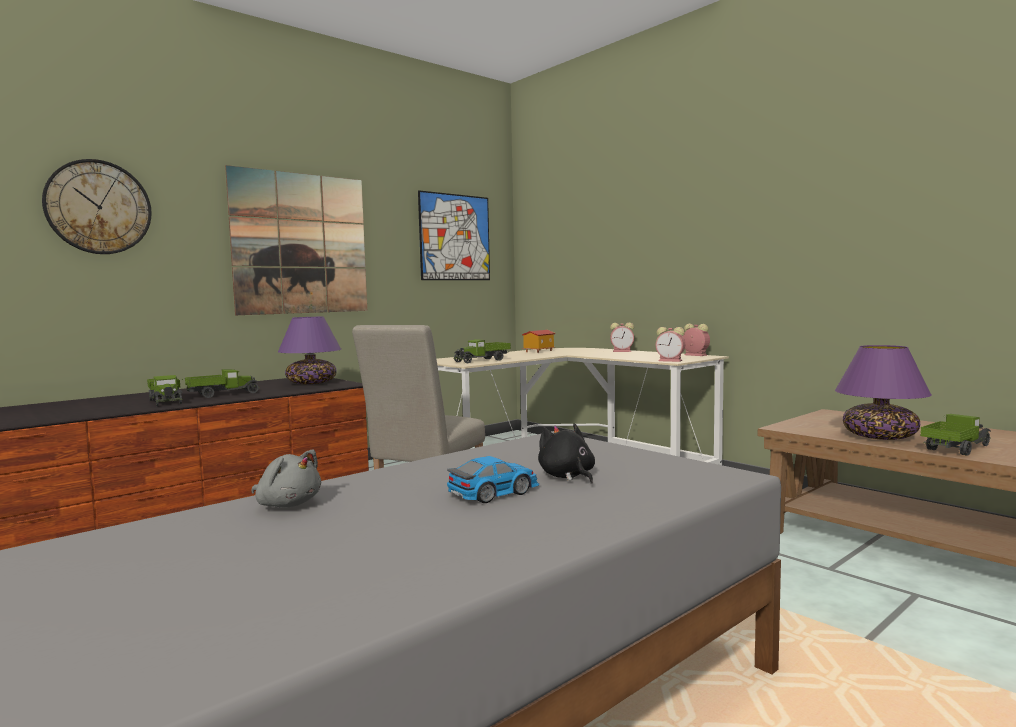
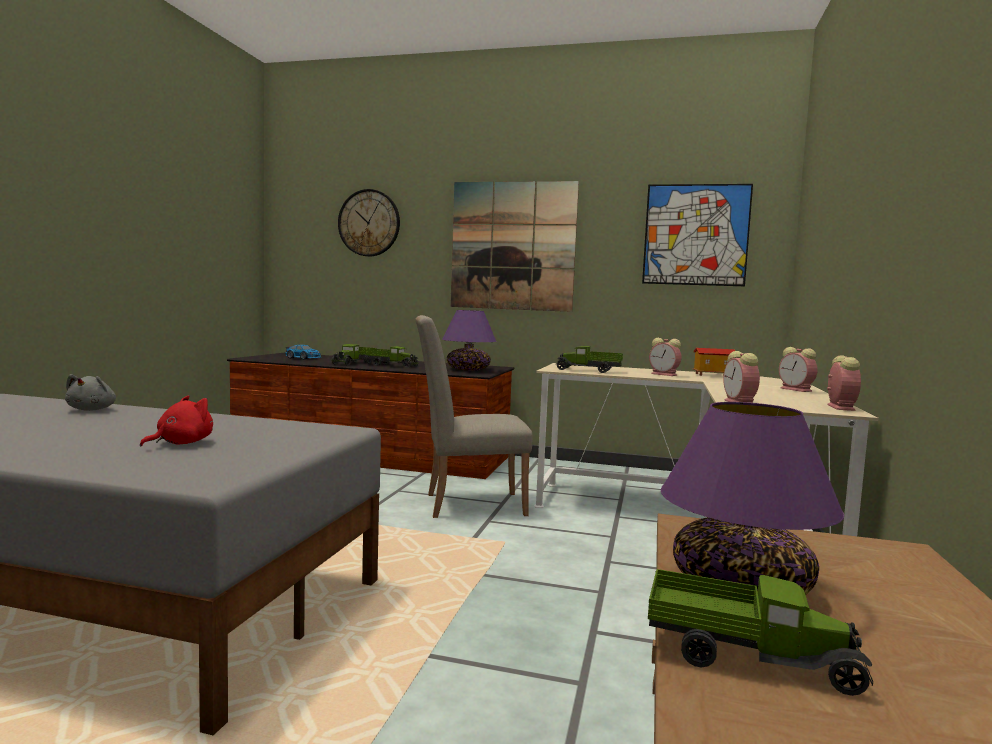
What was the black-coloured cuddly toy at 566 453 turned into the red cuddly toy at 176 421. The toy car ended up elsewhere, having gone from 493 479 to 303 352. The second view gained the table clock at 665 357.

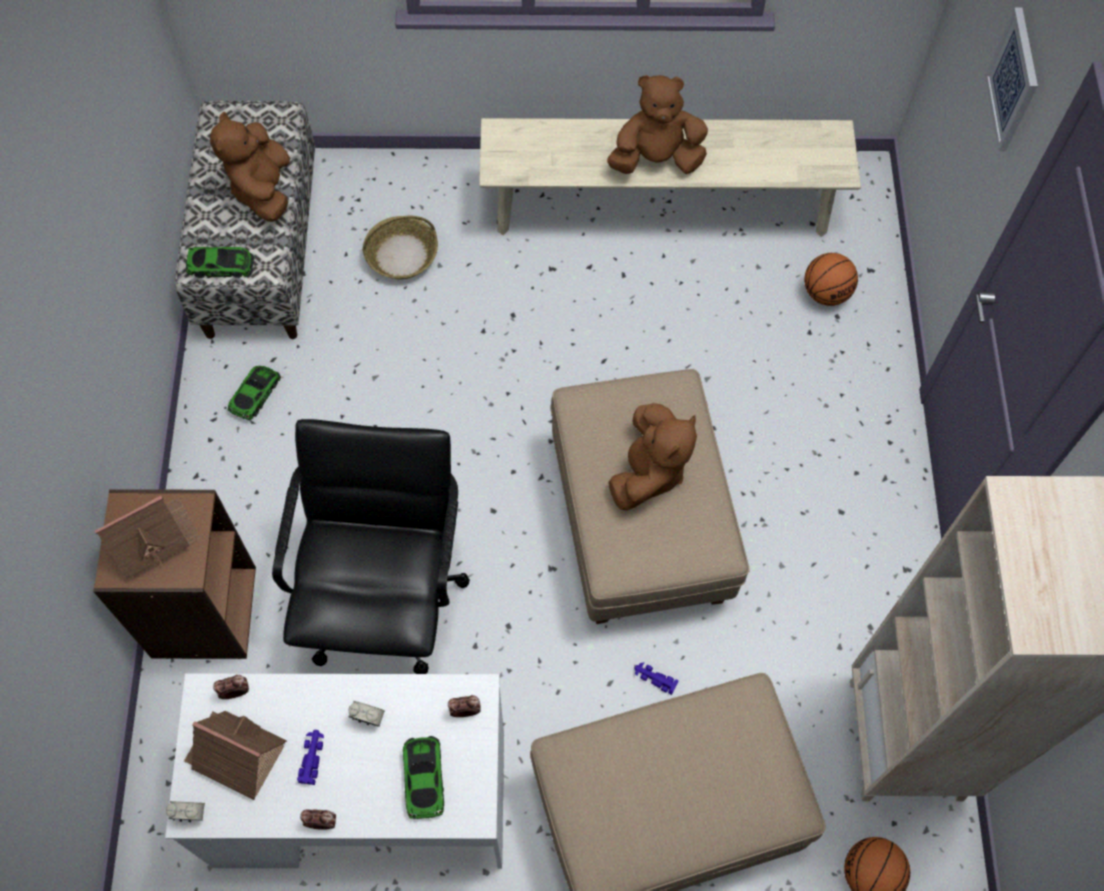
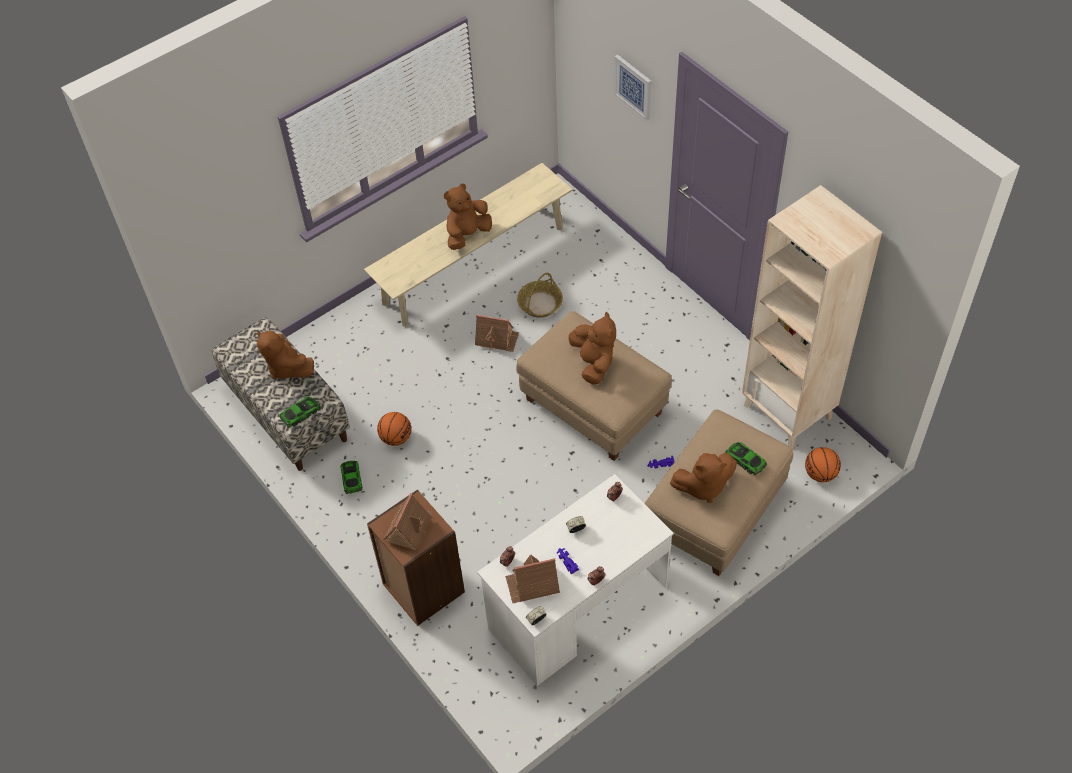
The basket ended up elsewhere, having gone from 400 247 to 540 295. The basketball ball ended up elsewhere, having gone from 831 279 to 394 429. The second view lost the black-coloured computer chair at 371 546. The toy car ended up elsewhere, having gone from 423 777 to 746 458. The second view gained the model house at 497 333. The second view gained the brown cuddly toy at 703 478.

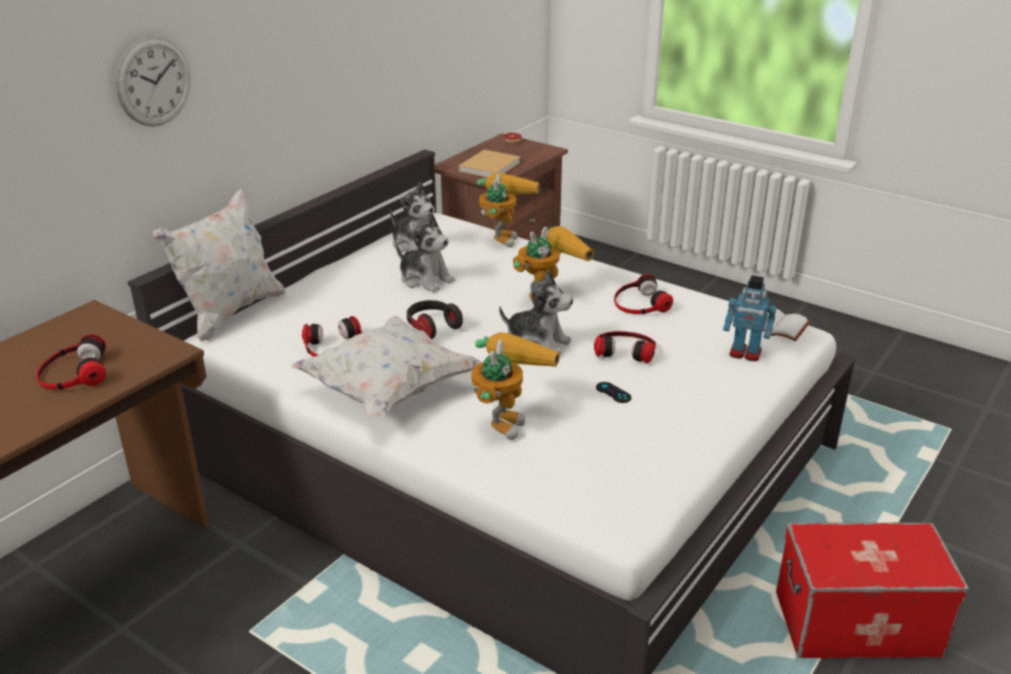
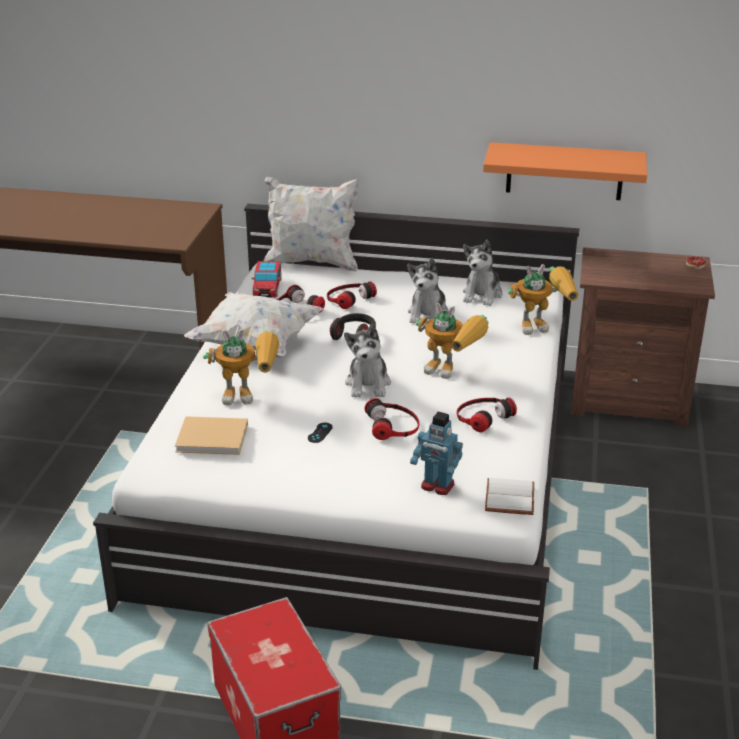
The second view lost the hanging clock at 153 82. The sand-coloured book ended up elsewhere, having gone from 489 163 to 211 435. The robot figure at 750 318 ended up facing another way, 60 degrees counterclockwise from before. The headset ended up elsewhere, having gone from 71 362 to 352 295. The second view gained the orange-coloured shelf at 565 171. The second view gained the toy car at 267 279.

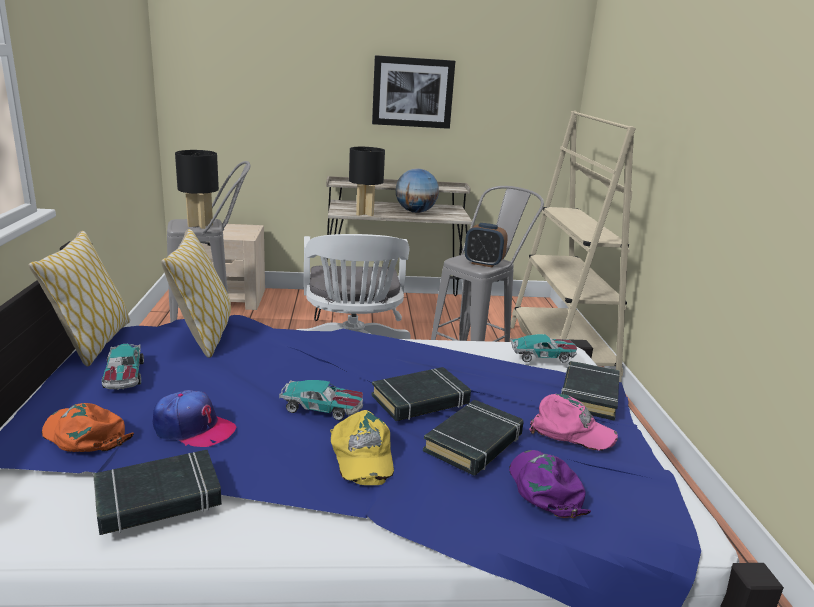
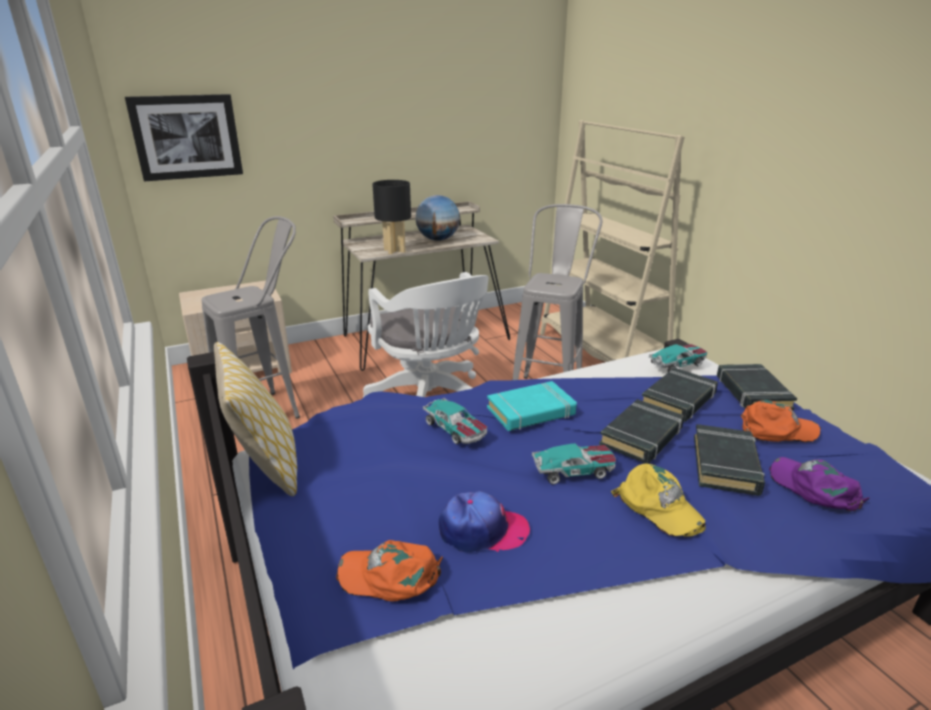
The wall picture ended up elsewhere, having gone from 413 92 to 184 137. The second view lost the black-coloured table lamp at 197 189. The second view lost the table clock at 486 245. The second view lost the pillow at 196 293. The toy car ended up elsewhere, having gone from 123 367 to 455 421. What was the pink cap at 573 422 turned into the orange-coloured cap at 781 421. The black-coloured book ended up elsewhere, having gone from 157 492 to 680 395. The second view gained the turquoise-coloured book at 532 406.

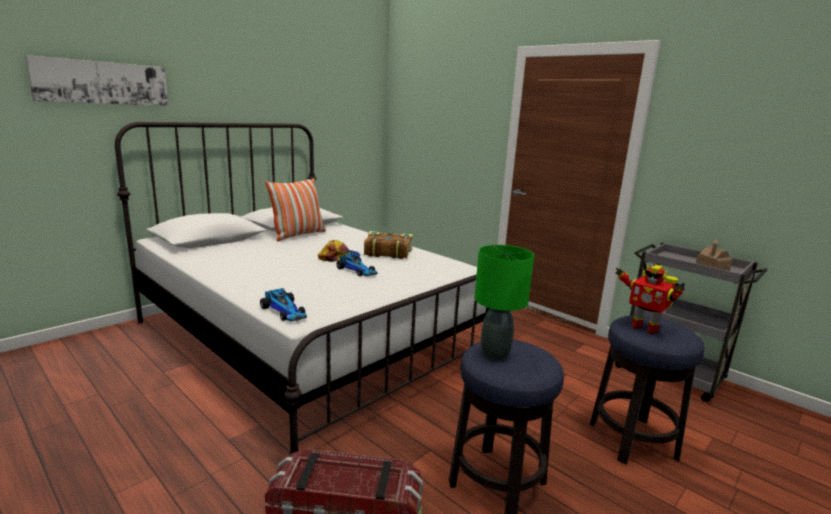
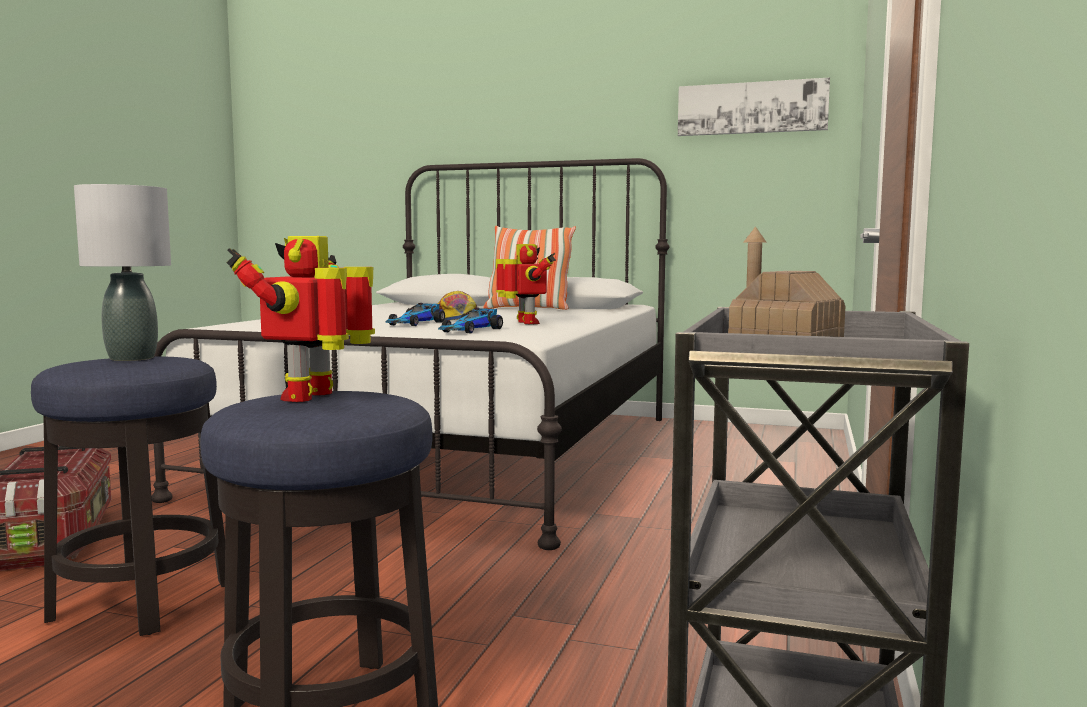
The wall picture ended up elsewhere, having gone from 96 80 to 754 106. Where the book stood at 388 245, the robot figure came to stand at 526 284. What was the greenish table lamp at 504 303 turned into the grey table lamp at 122 272. The toy car ended up elsewhere, having gone from 283 305 to 470 320.

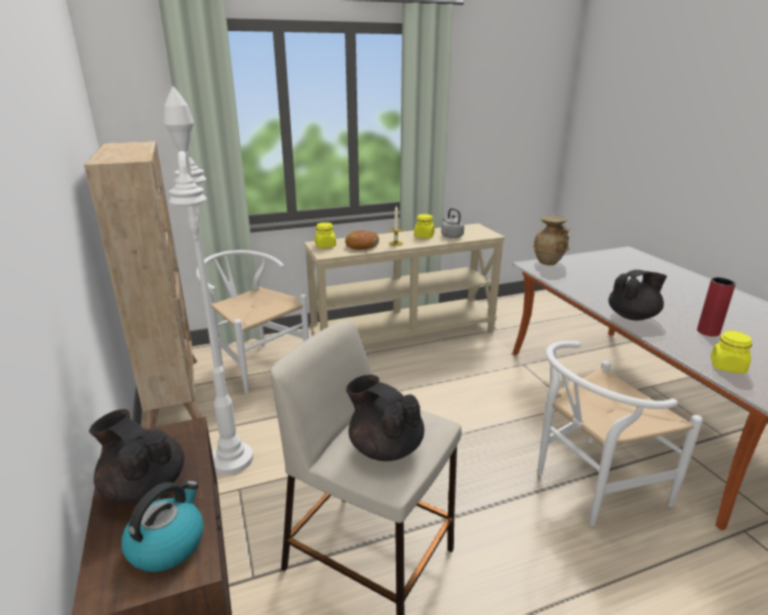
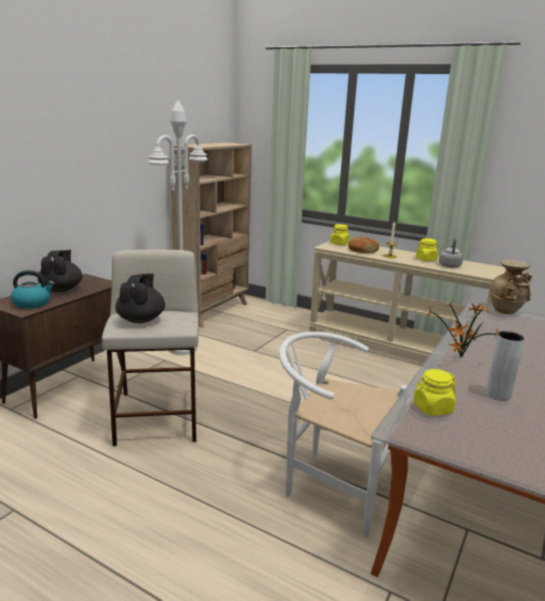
The second view lost the white upright chair at 252 322. Where the black-coloured teapot stood at 637 295, the plant in a pot came to stand at 463 329. What was the red decorative vase at 716 307 turned into the grey decorative vase at 505 366.

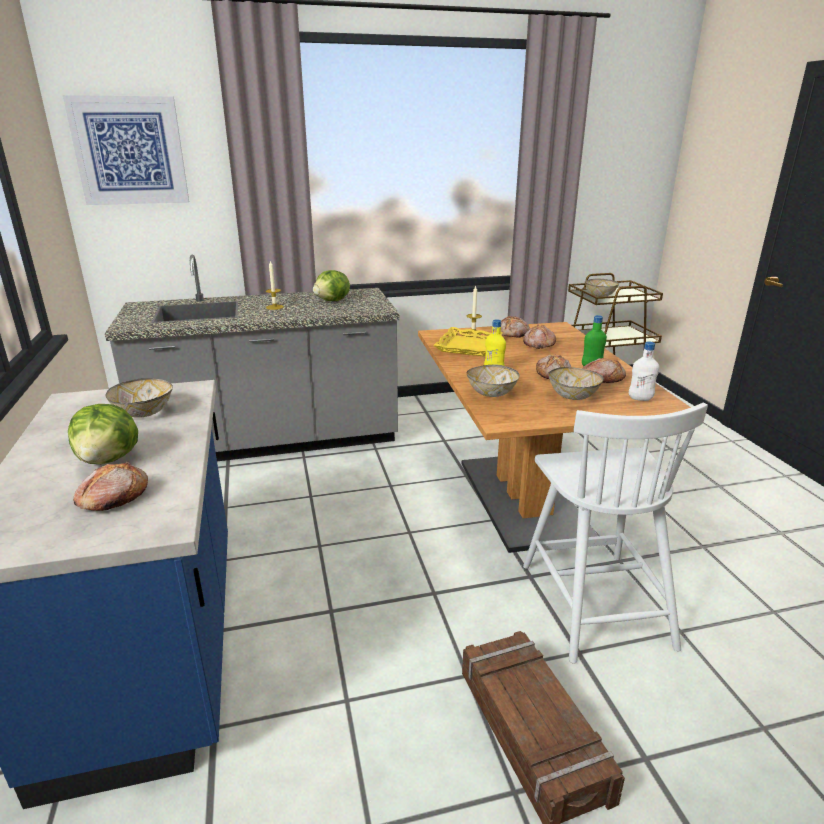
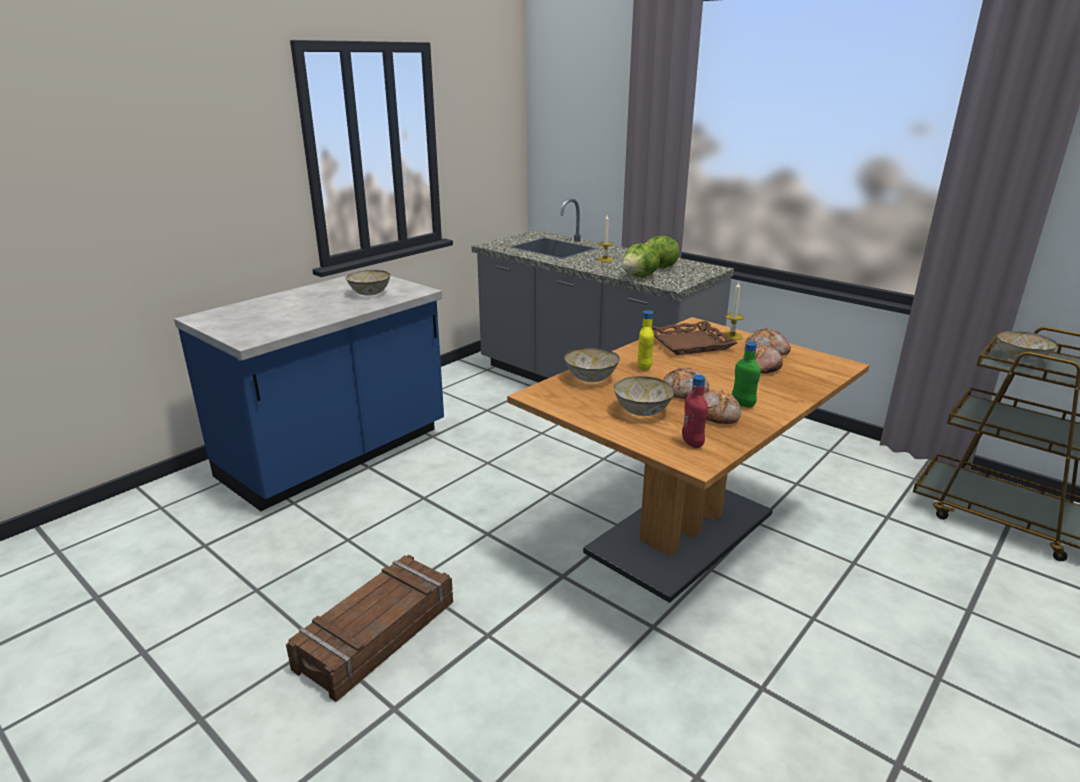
The second view lost the wall picture at 126 150. What was the yellow serving tray at 468 342 turned into the brown serving tray at 694 338. What was the white beverage bottle at 644 371 turned into the red beverage bottle at 695 411. The second view lost the white upright chair at 615 533. The lettuce head ended up elsewhere, having gone from 103 434 to 641 260. The second view lost the baked bread at 110 486.

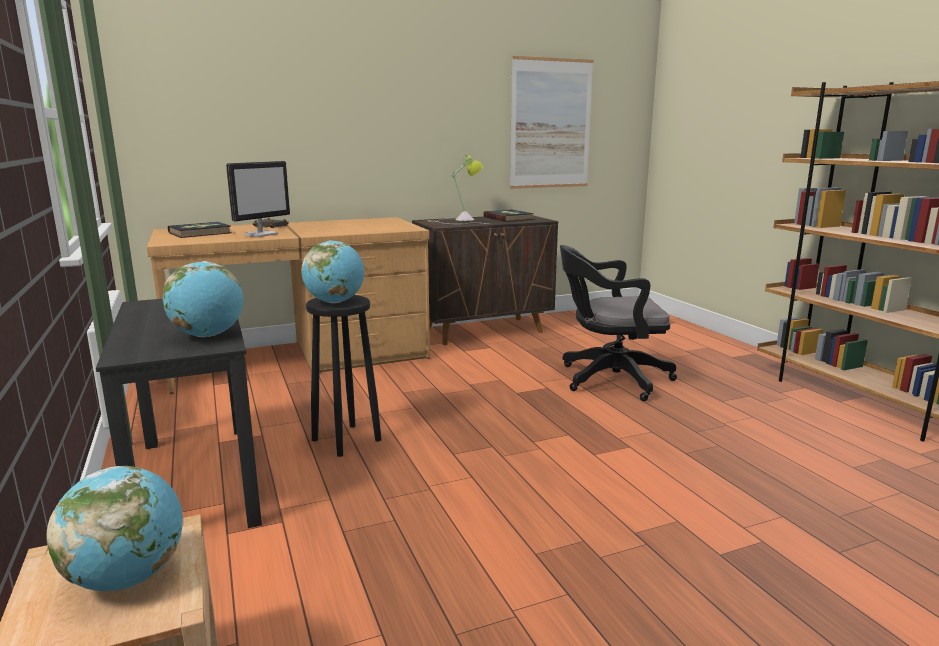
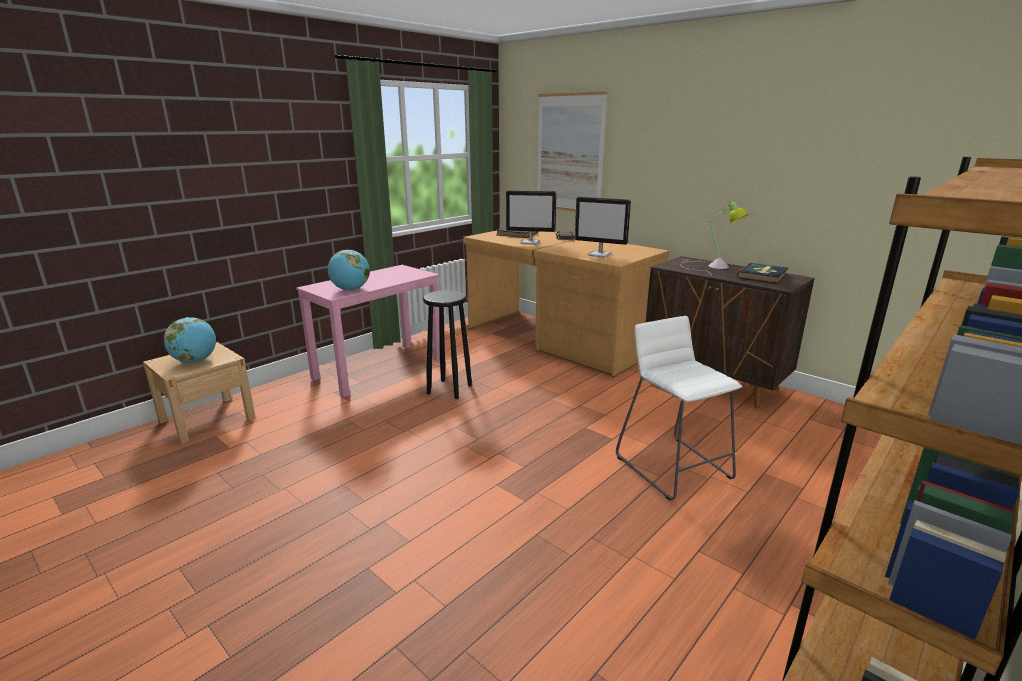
The wall picture ended up elsewhere, having gone from 552 122 to 572 151. The second view lost the world globe at 332 271. Where the black-coloured computer chair stood at 618 323, the white sitting stool came to stand at 679 408. What was the black-coloured desk at 179 413 turned into the pink desk at 368 331. The second view gained the computer screen at 603 227.

